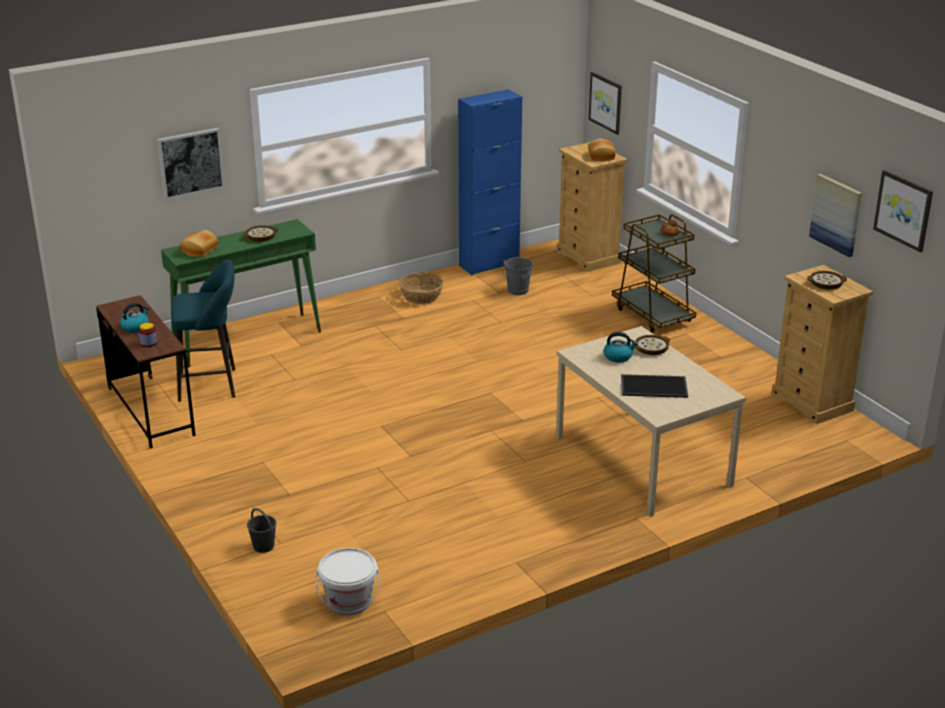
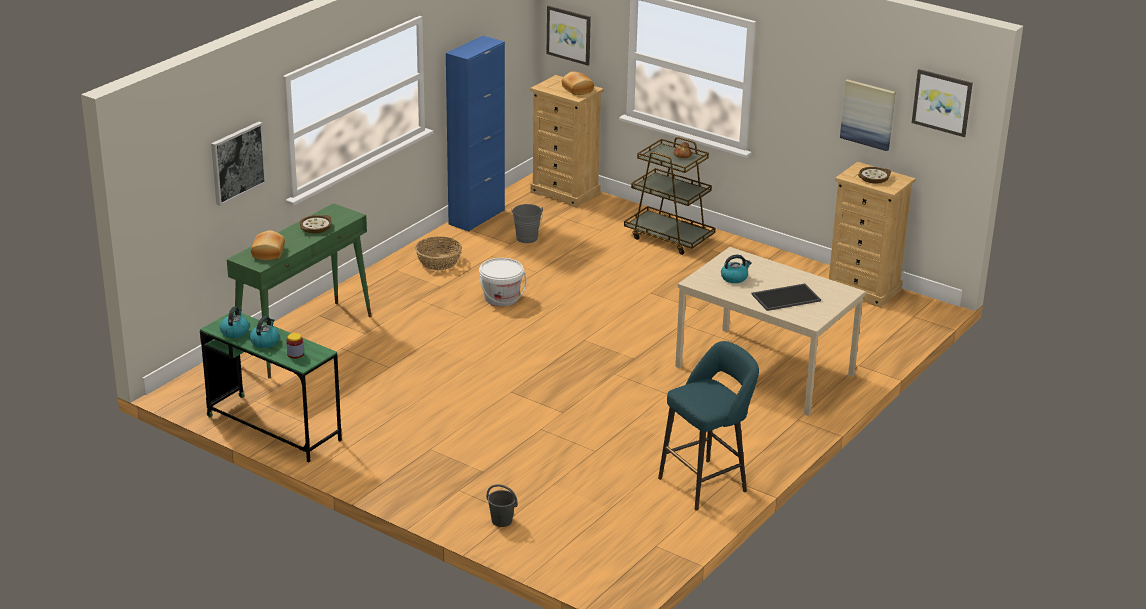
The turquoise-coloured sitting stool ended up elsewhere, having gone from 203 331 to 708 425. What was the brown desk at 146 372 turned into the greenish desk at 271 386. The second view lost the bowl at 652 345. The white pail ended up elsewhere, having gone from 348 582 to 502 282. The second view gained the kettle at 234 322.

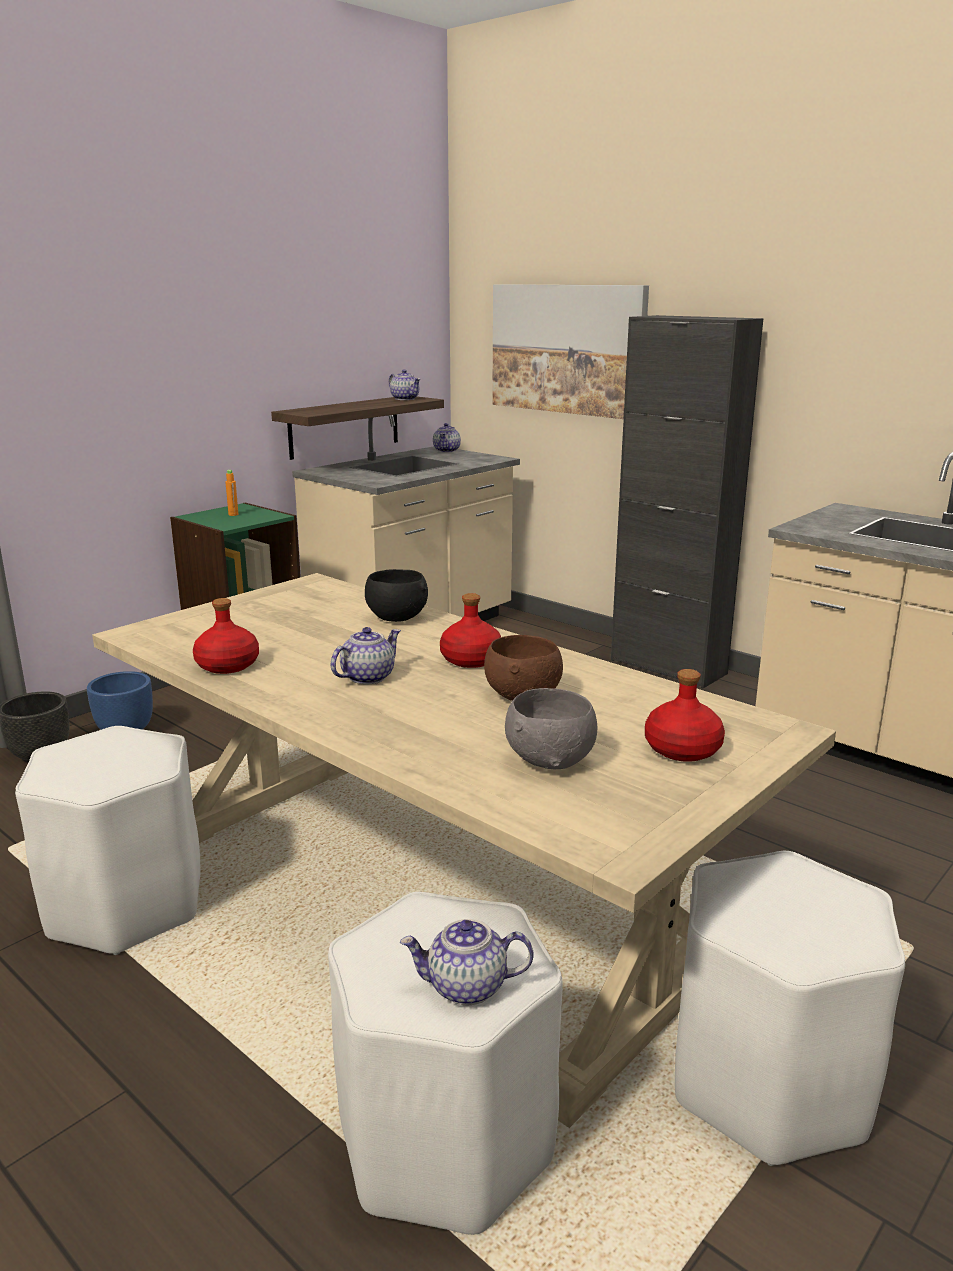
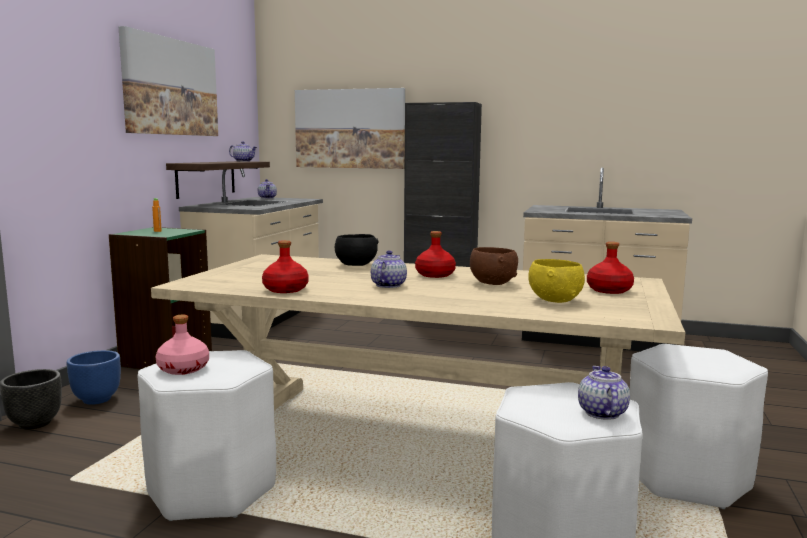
What was the grey bowl at 551 728 turned into the yellow bowl at 556 281. The teapot at 467 962 ended up facing another way, 120 degrees clockwise from before. The second view gained the wall picture at 168 81. The second view gained the pink beverage bottle at 182 345.

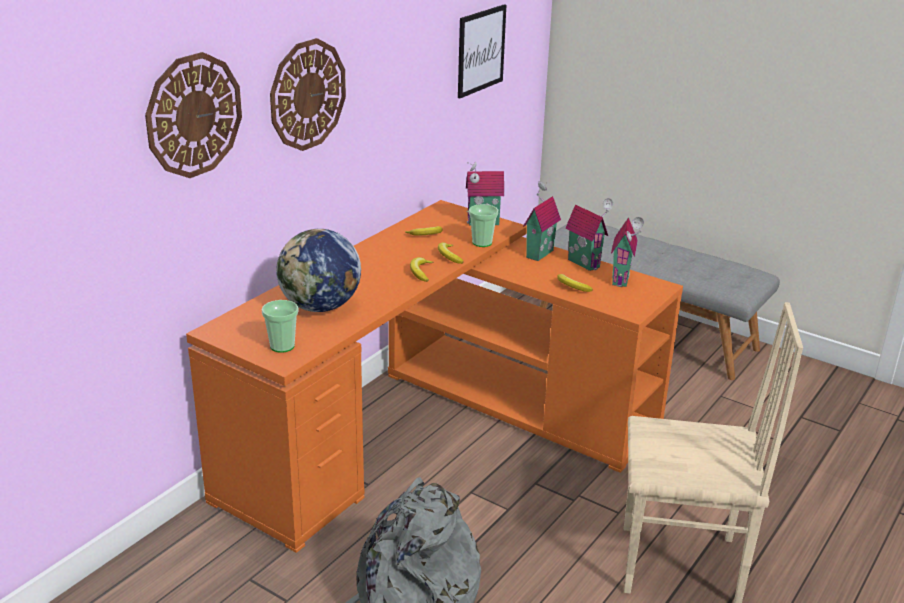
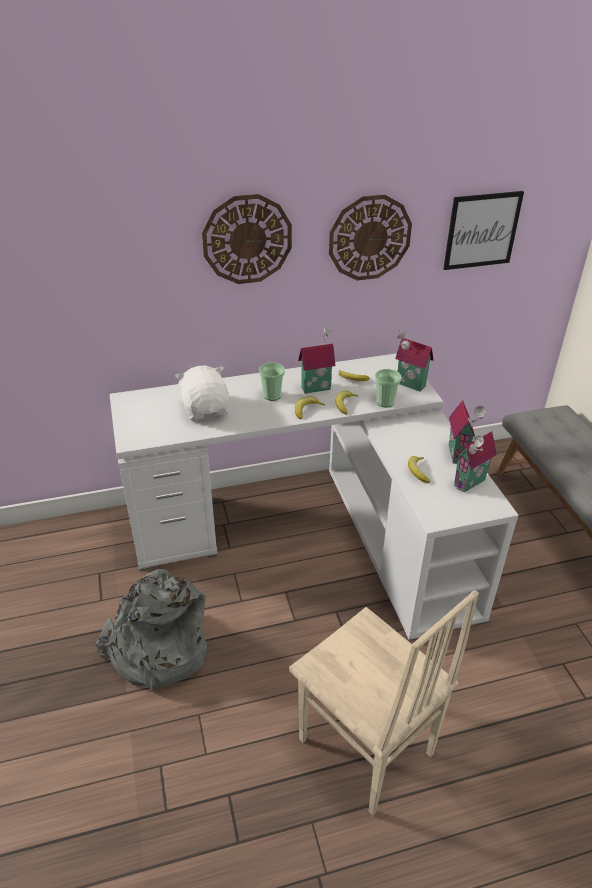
The hanging clock ended up elsewhere, having gone from 193 115 to 370 238. The model house ended up elsewhere, having gone from 542 221 to 316 360. What was the orange-coloured desk at 434 376 turned into the white desk at 314 497. Where the world globe stood at 318 270, the white cuddly toy came to stand at 202 393. The cup ended up elsewhere, having gone from 280 326 to 272 382.

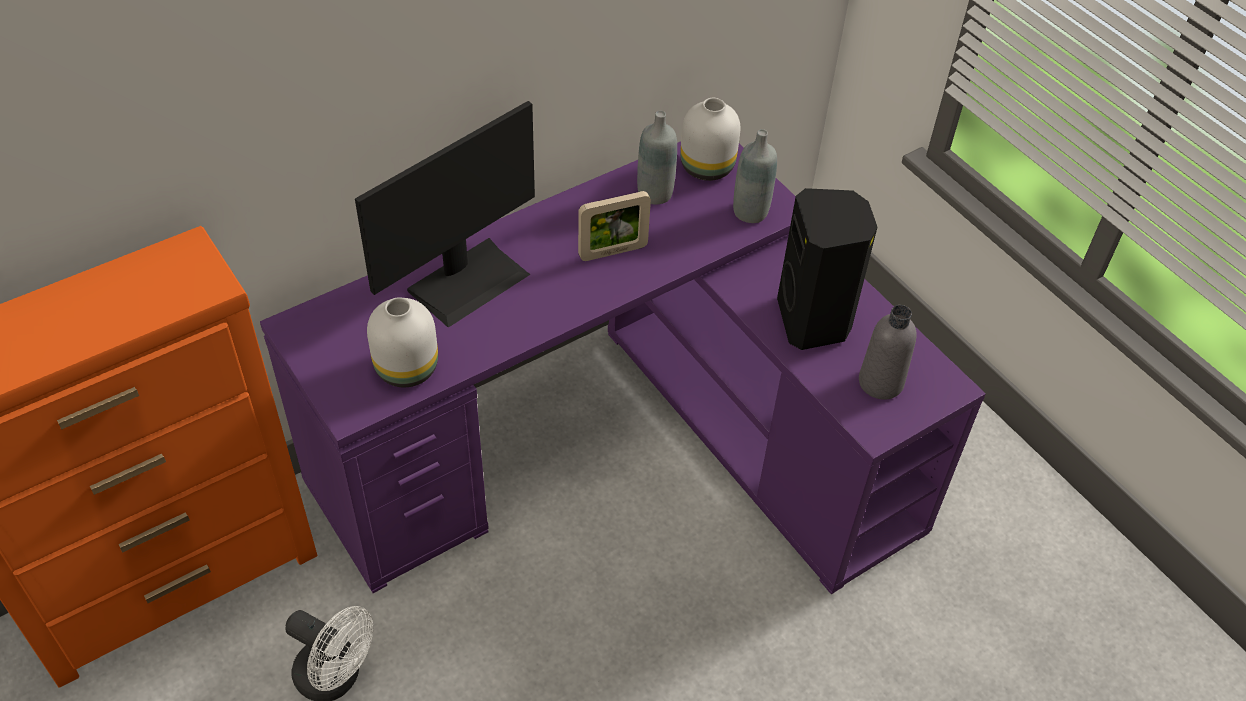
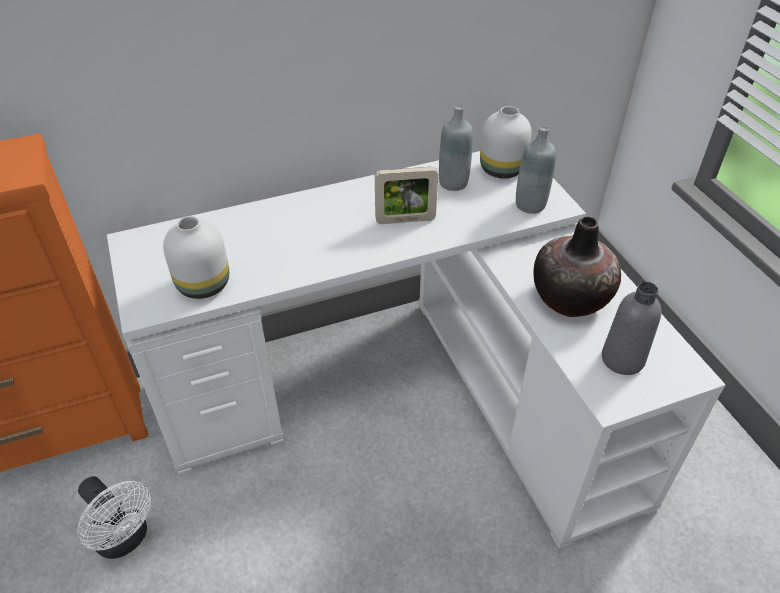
The second view lost the computer screen at 445 214. What was the purple-coloured desk at 623 367 turned into the white desk at 416 349. Where the black-coloured loudspeaker stood at 827 269, the decorative vase came to stand at 577 267.

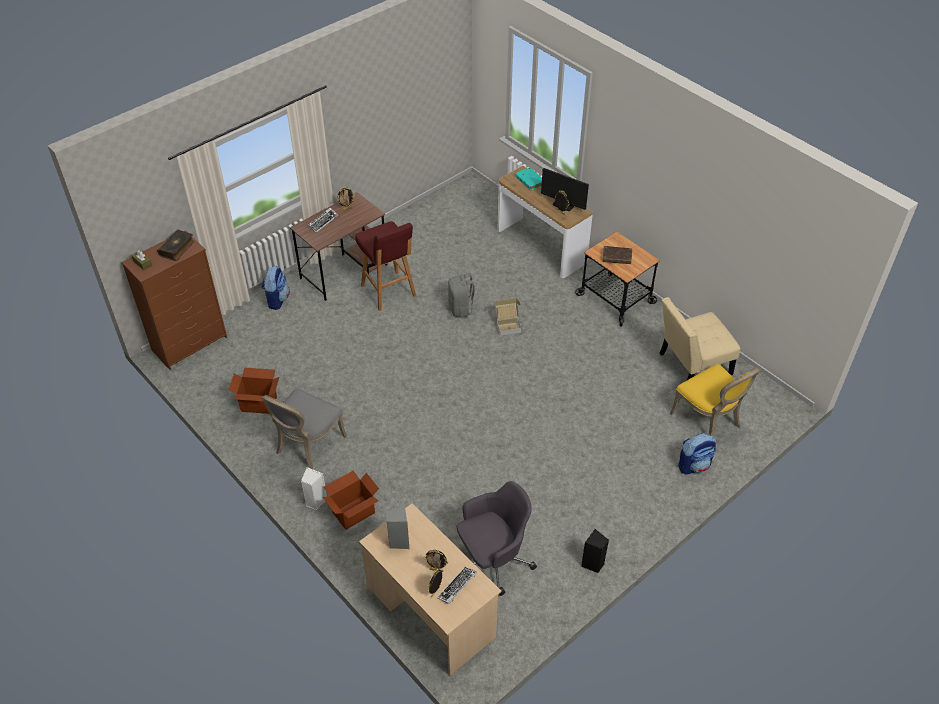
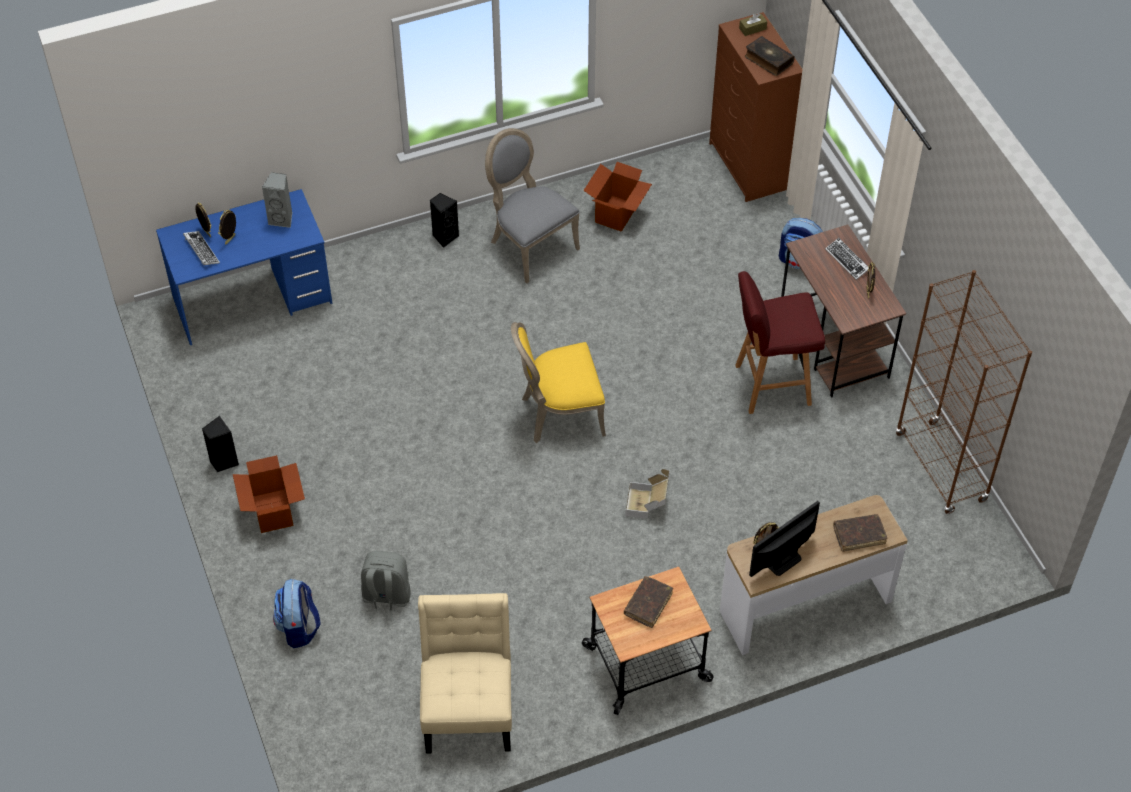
What was the turquoise-coloured book at 528 178 turned into the brown book at 860 533. The grey rucksack ended up elsewhere, having gone from 463 295 to 386 586. The yellow upright chair ended up elsewhere, having gone from 715 400 to 558 382. What was the white loudspeaker at 314 488 turned into the black-coloured loudspeaker at 444 220. The cardboard box ended up elsewhere, having gone from 351 500 to 269 494. The second view lost the grey computer chair at 497 538. What was the sand-coloured desk at 430 589 turned into the bluish desk at 244 267. The second view gained the brown shelving unit at 964 392.

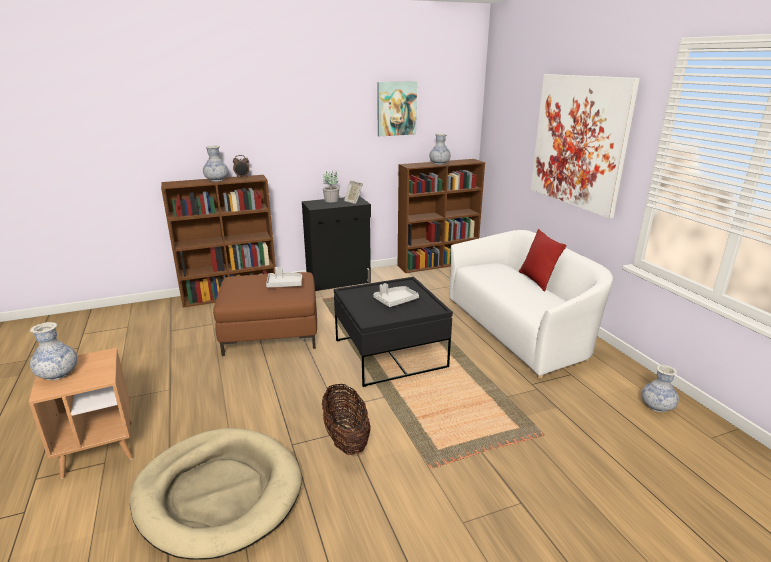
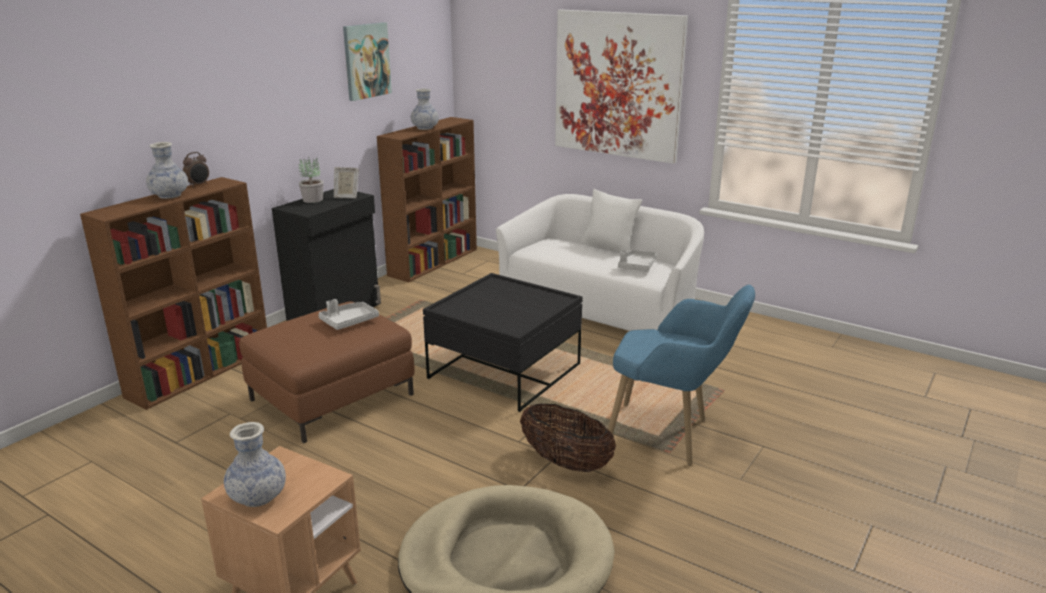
What was the red pillow at 543 260 turned into the white pillow at 611 220. The grey serving tray ended up elsewhere, having gone from 396 295 to 637 260. The second view lost the decorative vase at 660 388. The second view gained the bluish easy chair at 681 375.

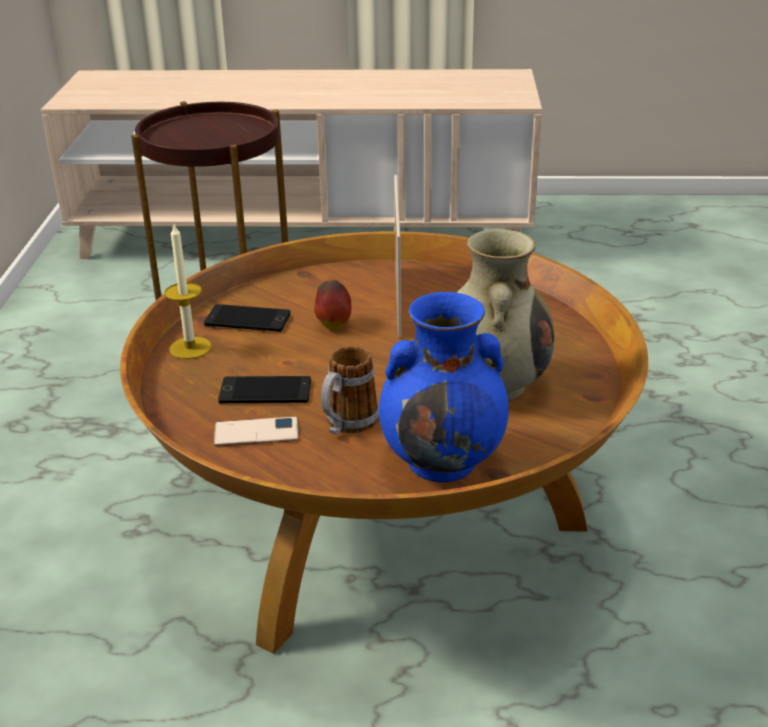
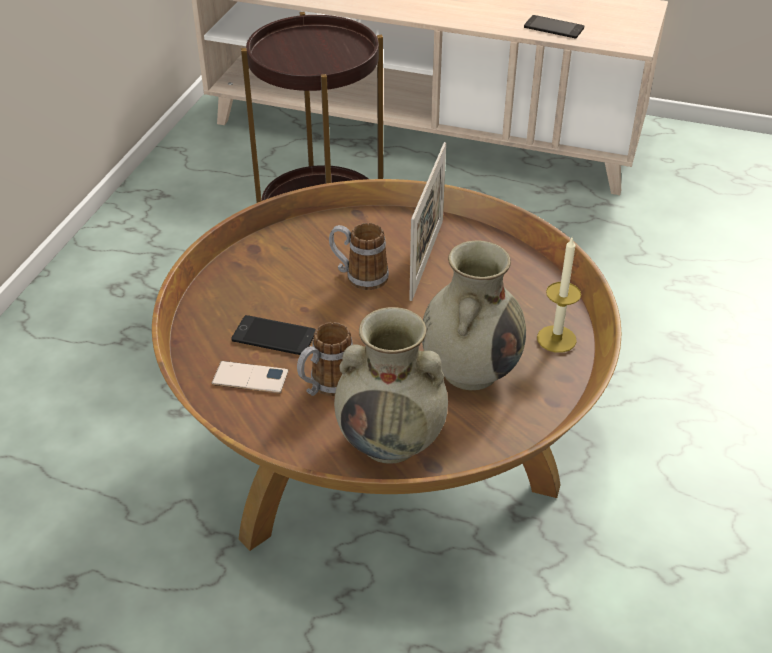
The wax light ended up elsewhere, having gone from 188 291 to 559 294. Where the apple stood at 332 305, the coffee mug came to stand at 359 256. What was the bluish decorative vase at 444 387 turned into the sand-coloured decorative vase at 391 385. The handset ended up elsewhere, having gone from 247 318 to 554 27.

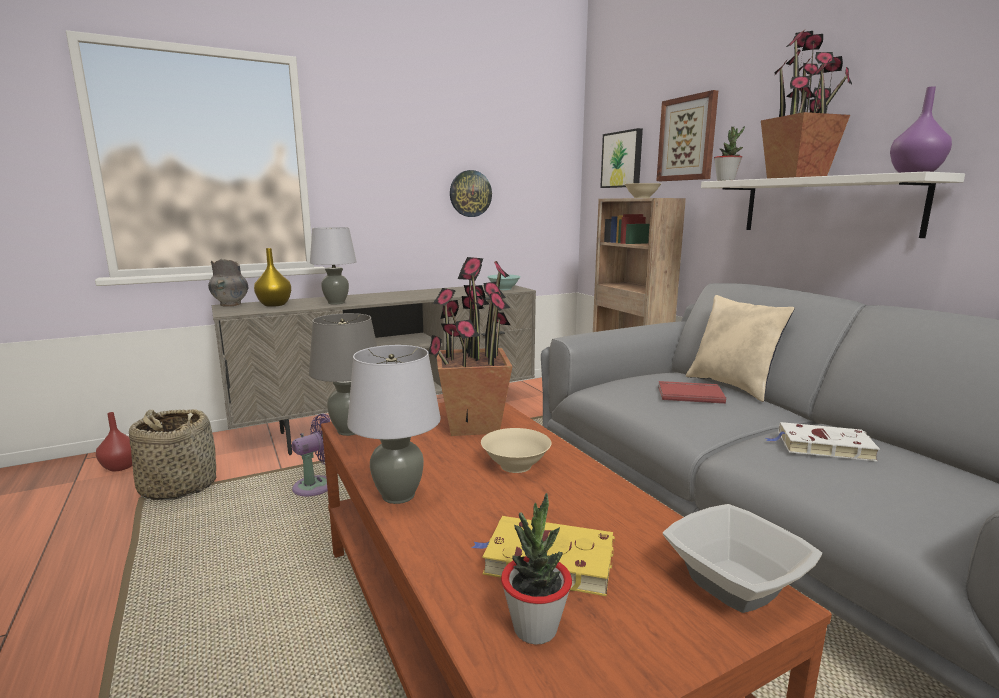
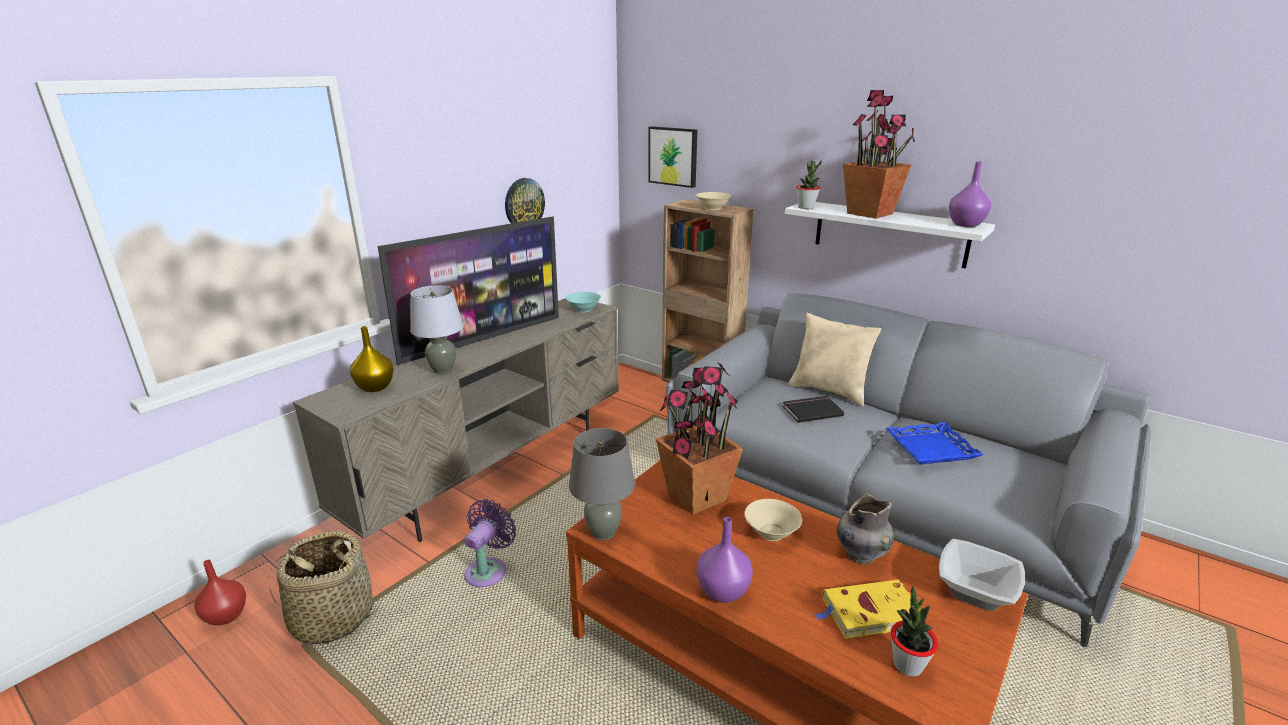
The second view lost the wall picture at 687 135. The grey decorative vase ended up elsewhere, having gone from 228 283 to 865 528. Where the grey table lamp stood at 394 424, the purple-coloured decorative vase came to stand at 724 560. What was the red book at 692 392 turned into the black-coloured book at 813 409. Where the white book stood at 823 442, the bluish serving tray came to stand at 935 443. The second view gained the TV set at 468 290.

